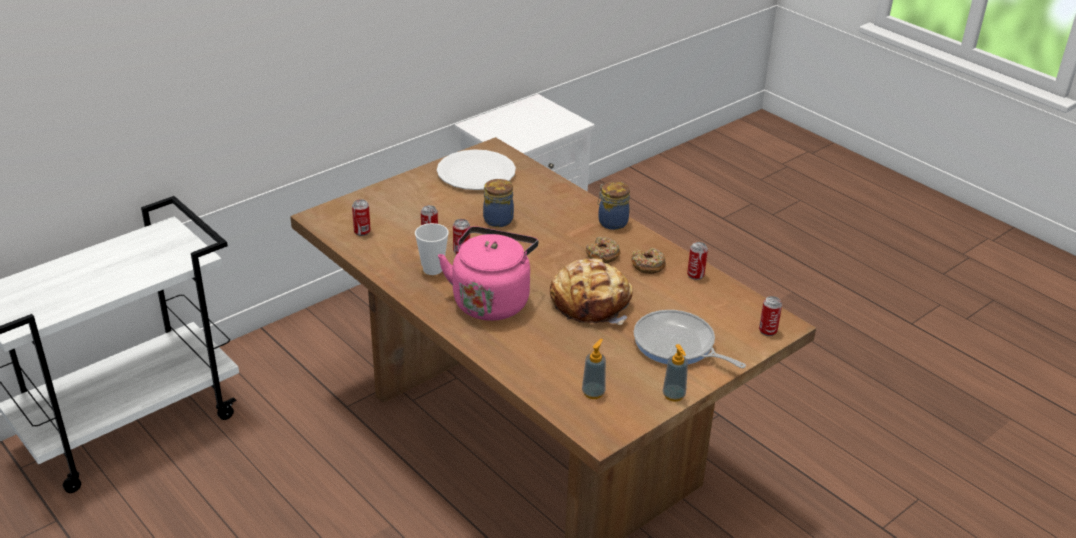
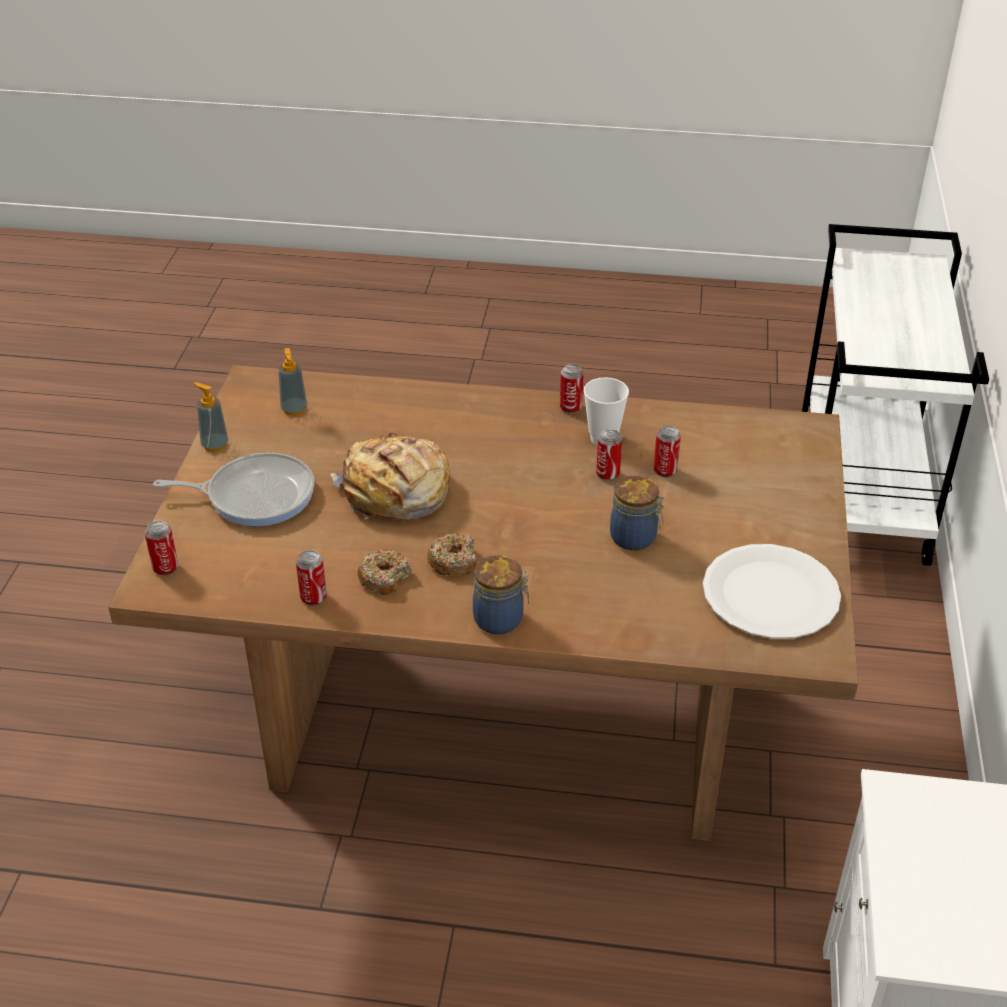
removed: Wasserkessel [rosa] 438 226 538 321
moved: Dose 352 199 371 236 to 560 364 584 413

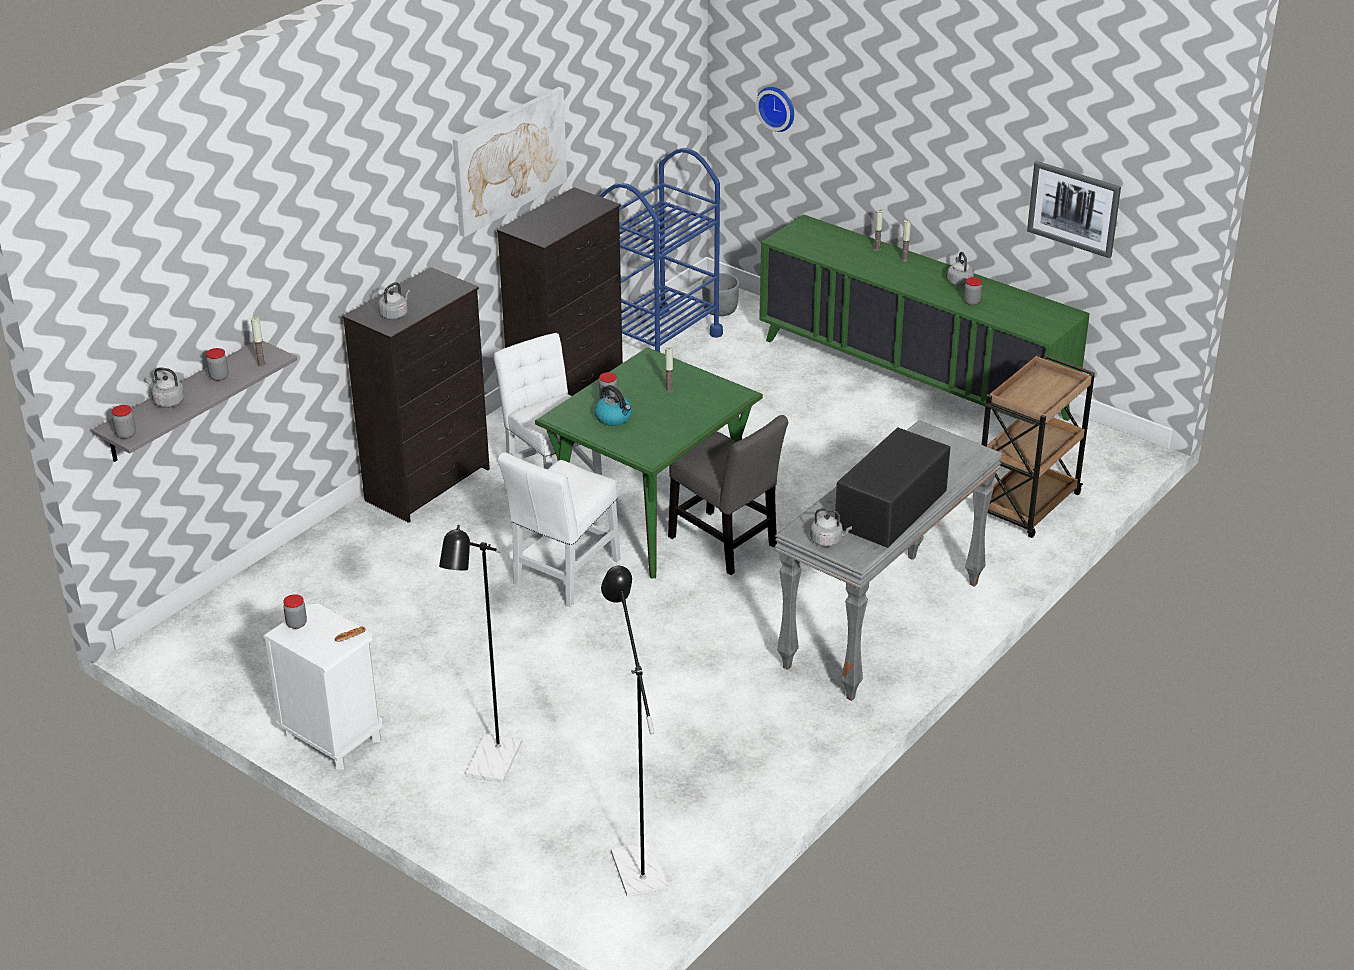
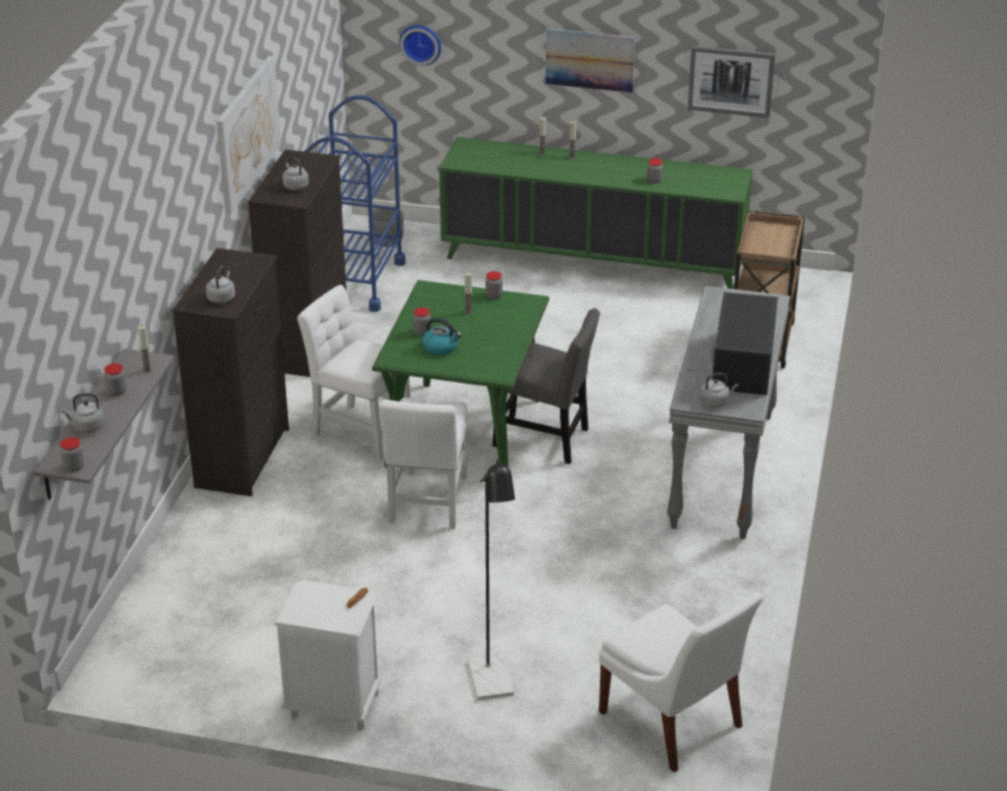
added: Bild 546 29 635 93
moved: Vorratsglas 283 594 307 629 to 486 271 502 299; Wasserkessel [grau] 947 252 974 286 to 282 156 309 190
replaced: Stehlampe [schwarz] 601 566 668 897 to Stuhl [weiß] 599 592 763 772

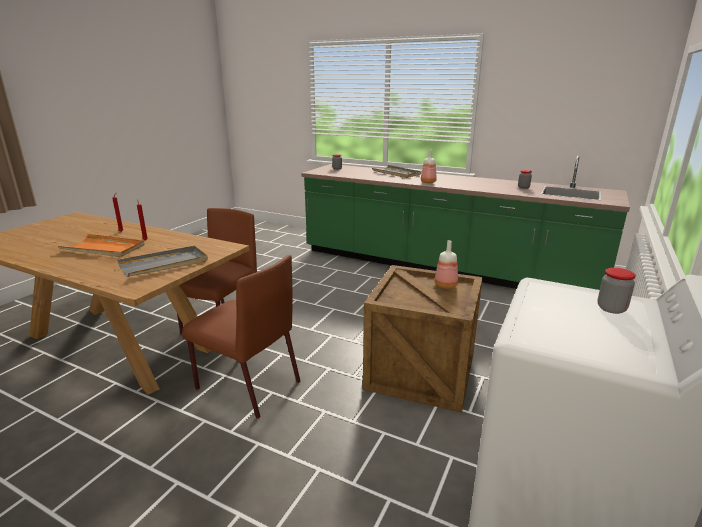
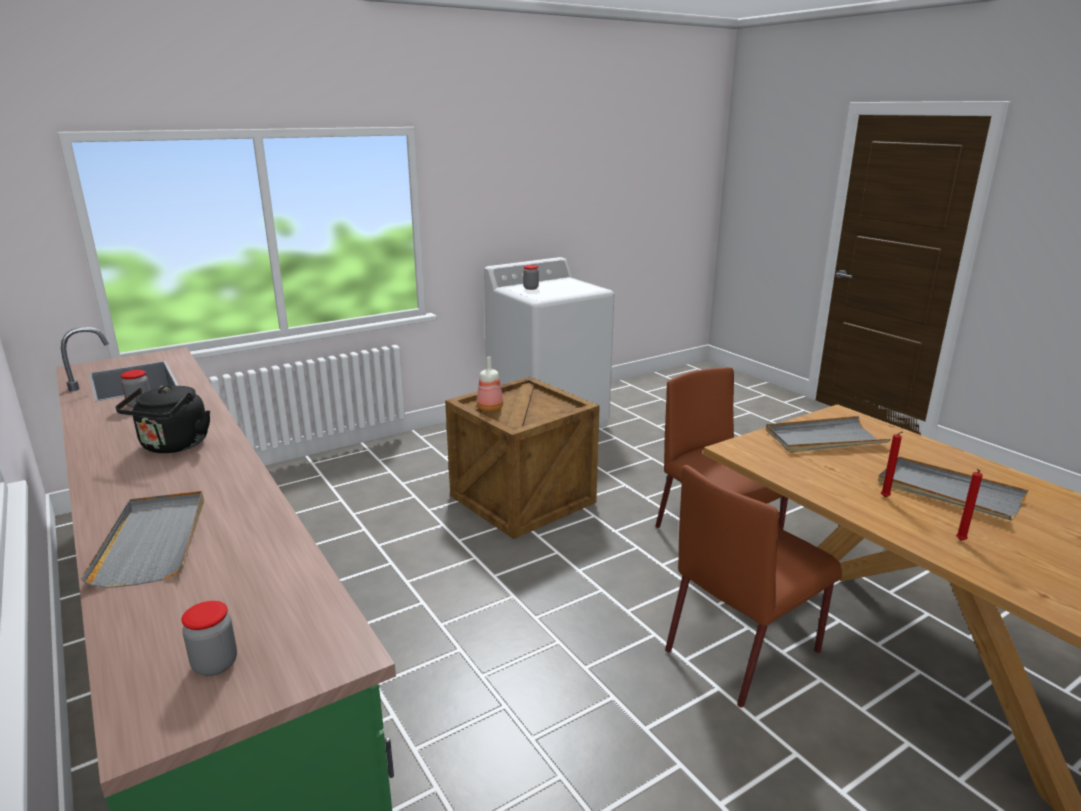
removed: Flasche 421 150 437 183
added: Wasserkessel [schwarz] 115 385 210 453
recoloured: Tablett [orange] 57 234 144 257 to Tablett [grau] 878 456 1028 520

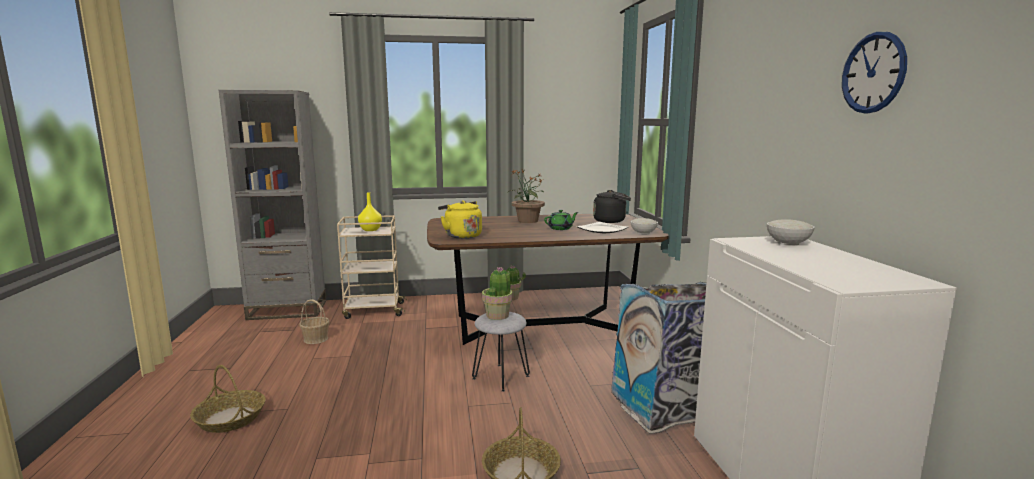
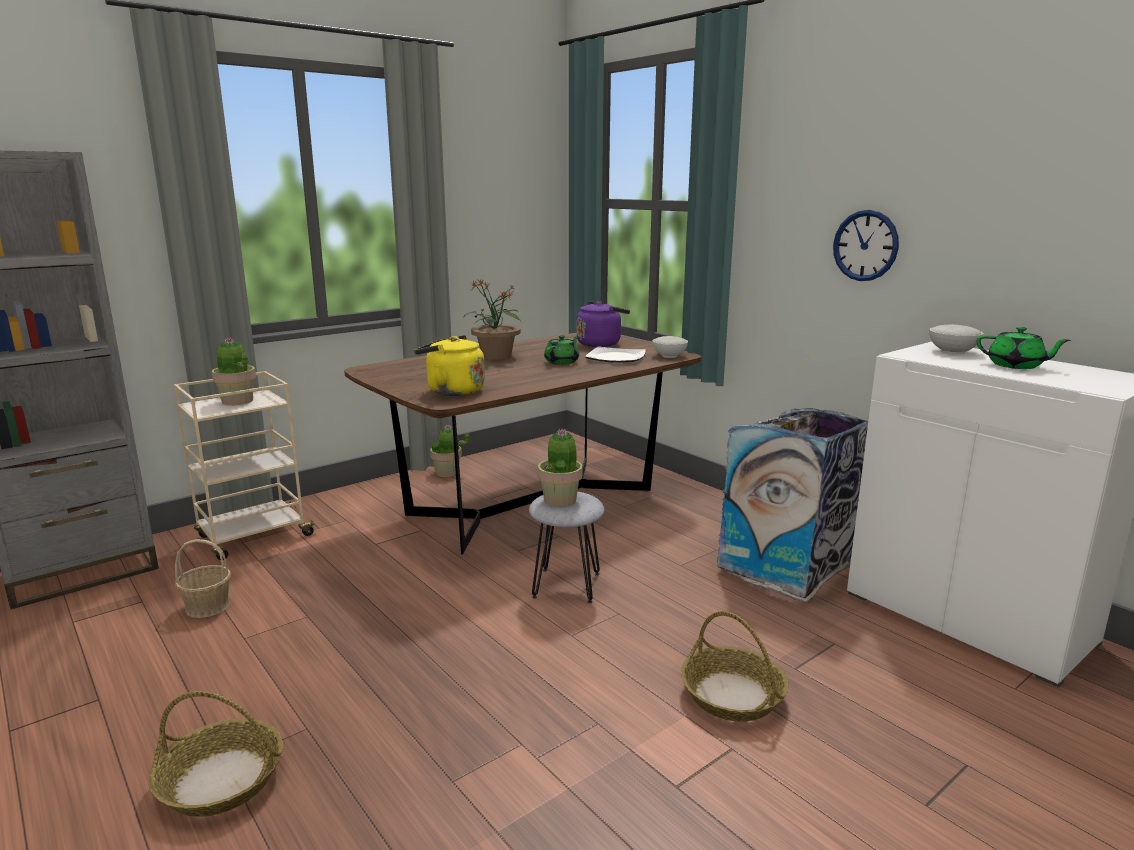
added: Teekanne [grün] 976 327 1071 369
moved: Wanduhr 842 32 907 114 to 833 210 899 281
replaced: Vase [gelb] 358 192 382 231 to Topfpflanze 212 337 256 405
recoloured: Wasserkessel [schwarz] 593 190 631 223 to Wasserkessel [lila] 576 301 630 347

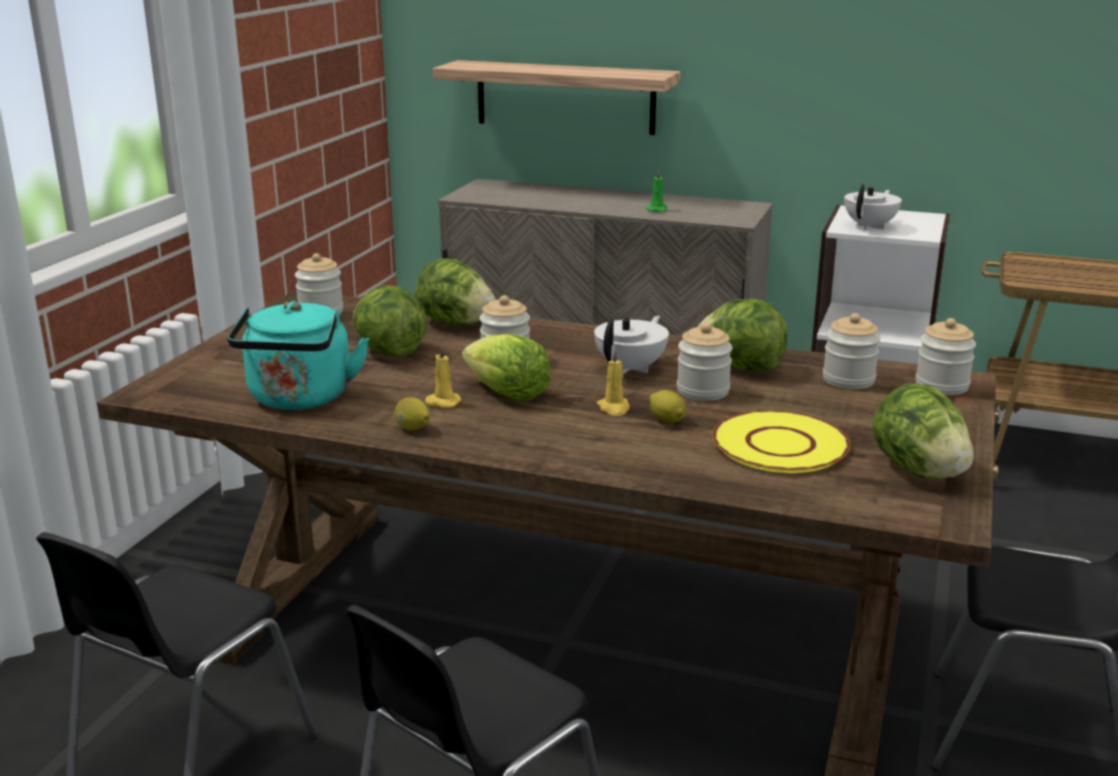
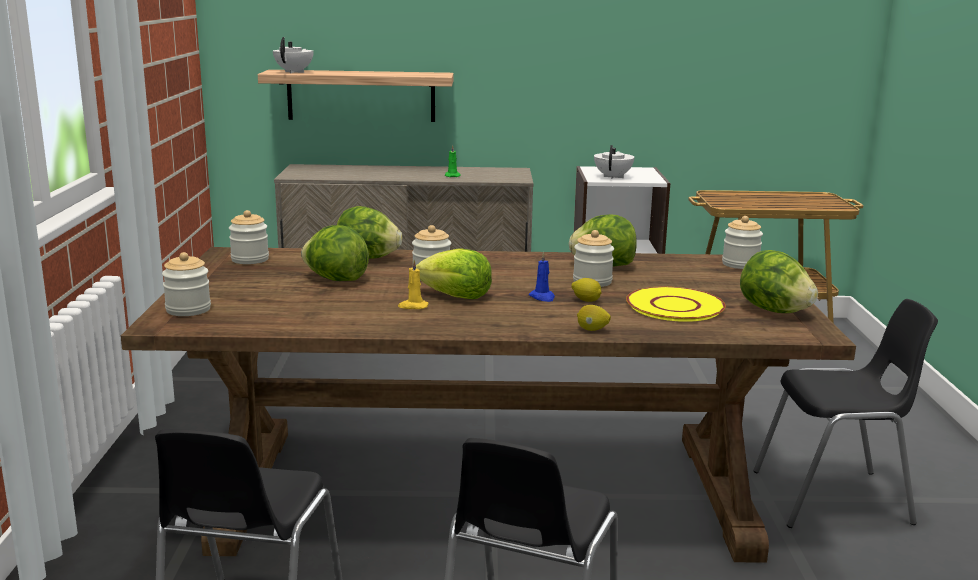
removed: Wasserkessel [türkis] 227 301 369 410
moved: Zitrone 395 397 430 430 to 577 305 611 331; Teekanne [weiß] 594 315 669 374 to 273 37 314 73; Vorratsglas 823 313 880 389 to 162 252 211 316
recoloured: Kerze [gelb] 597 349 630 416 to Kerze [blau] 529 252 555 302

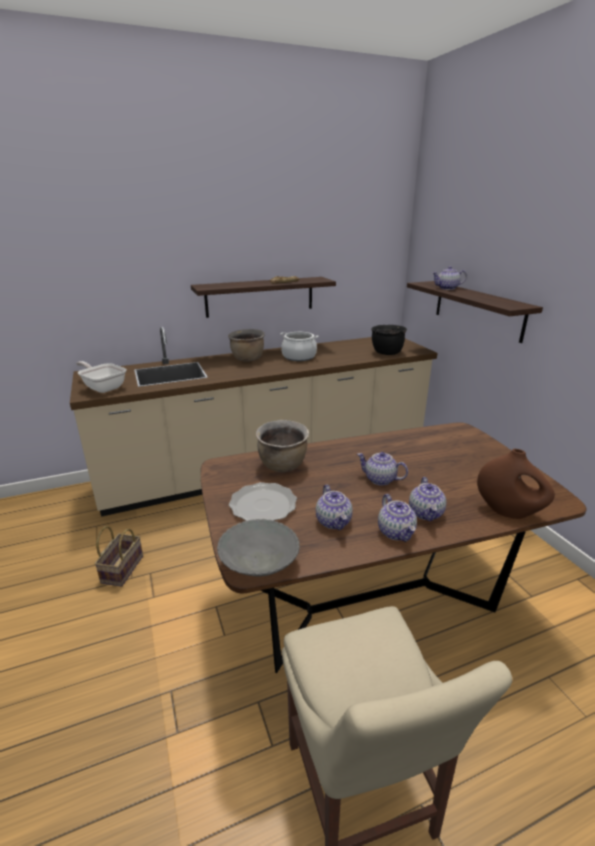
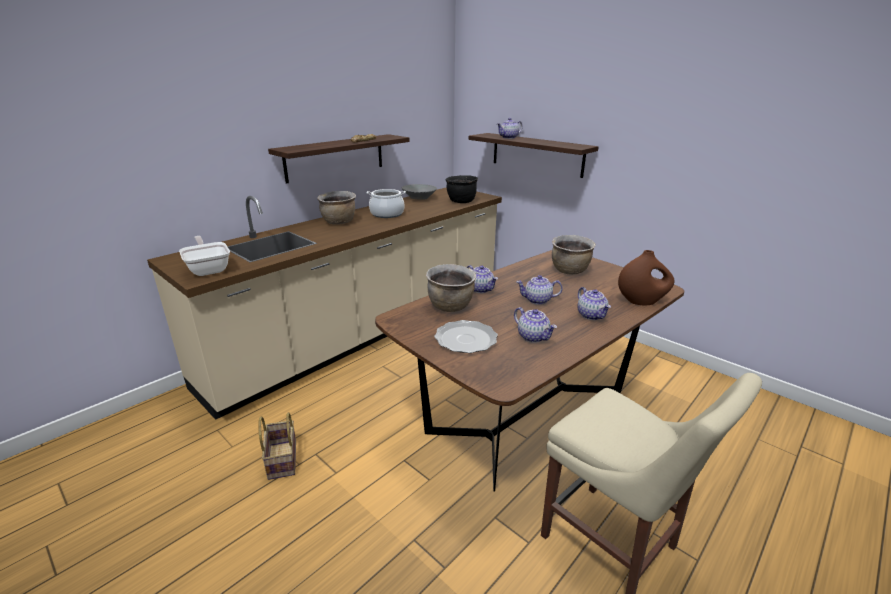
added: Kochtopf [braun] 552 235 596 274
moved: Schüssel [grau] 217 519 300 577 to 402 184 437 200; Teekanne 378 494 417 542 to 467 265 498 293
turned: Pfanne 76 361 126 393 = 179 236 230 276 45 degrees clockwise

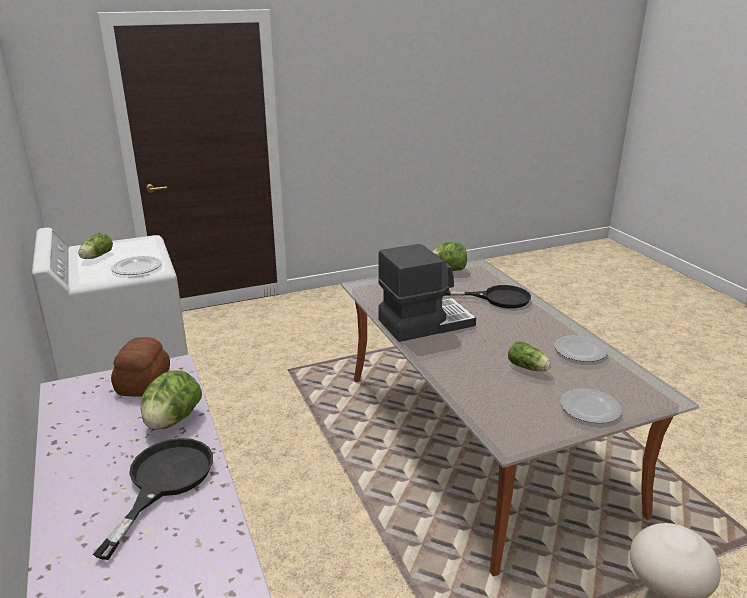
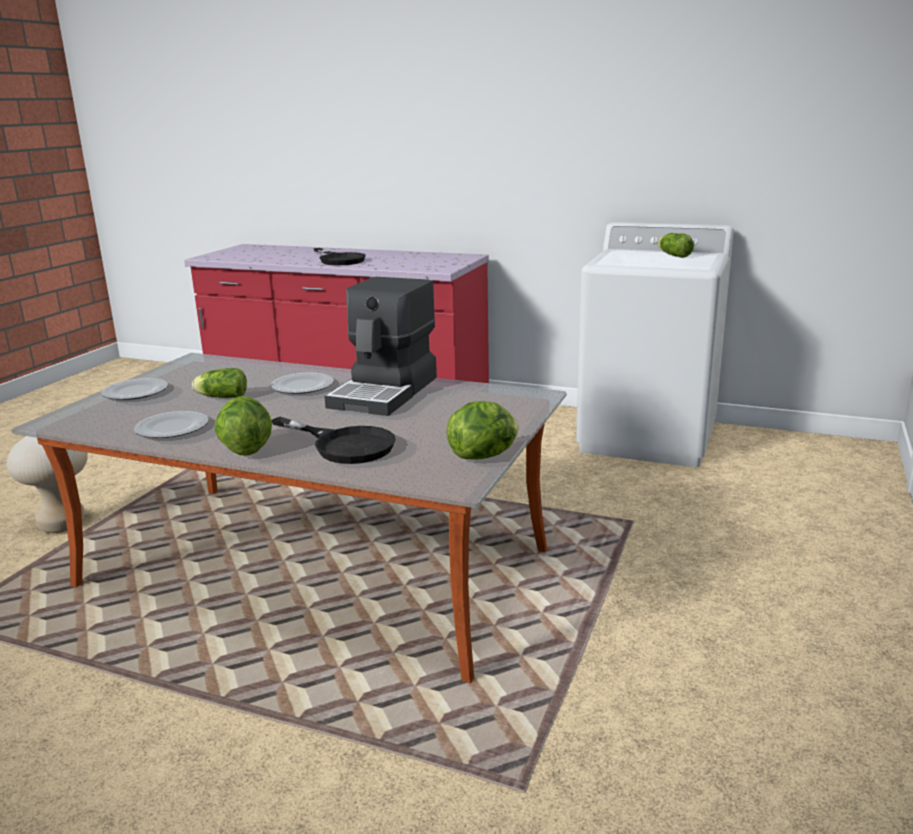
removed: Brot 111 337 170 396
moved: Teller 111 255 162 275 to 270 372 334 394; Salatkopf 141 371 202 430 to 215 396 272 456
turned: Pfanne [schwarz] 444 285 531 309 = 272 417 396 464 105 degrees counterclockwise

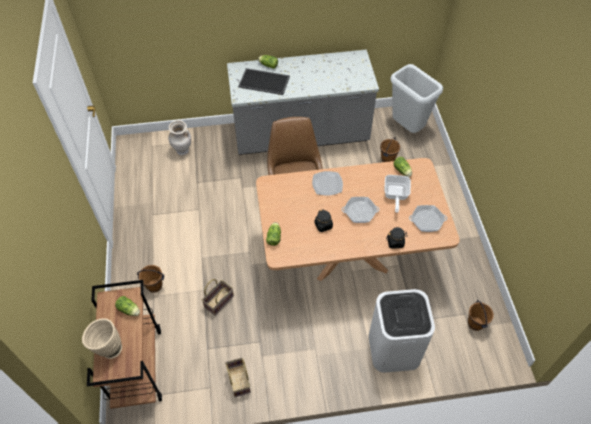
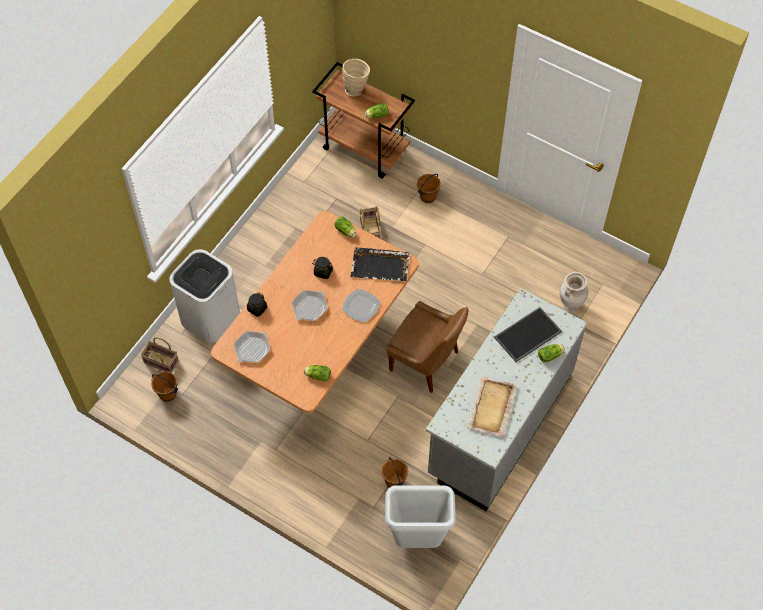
removed: Pfanne 384 175 411 213
added: Tablett [schwarz] 350 247 410 281; Tablett [beige] 467 376 517 437
moved: Korb 225 358 251 397 to 141 337 179 373

